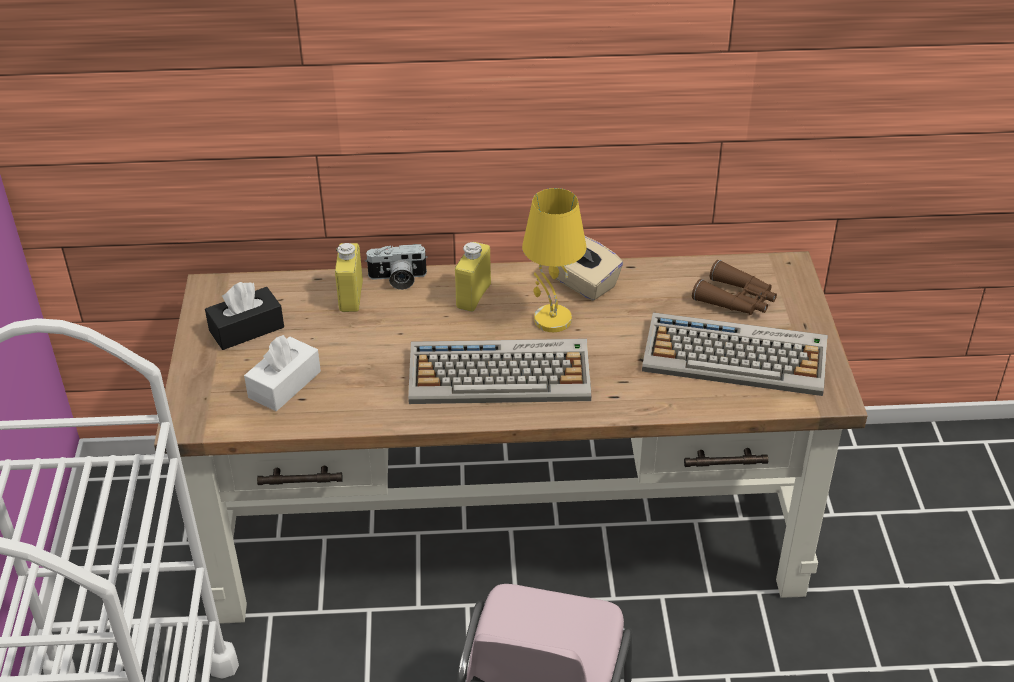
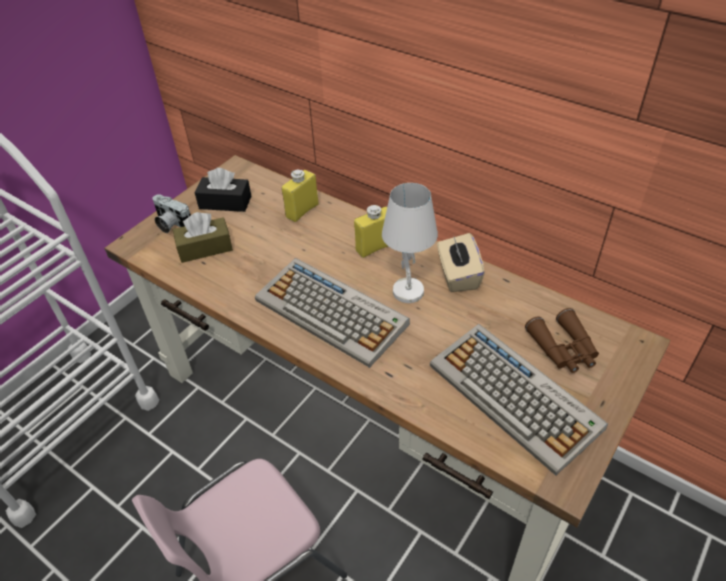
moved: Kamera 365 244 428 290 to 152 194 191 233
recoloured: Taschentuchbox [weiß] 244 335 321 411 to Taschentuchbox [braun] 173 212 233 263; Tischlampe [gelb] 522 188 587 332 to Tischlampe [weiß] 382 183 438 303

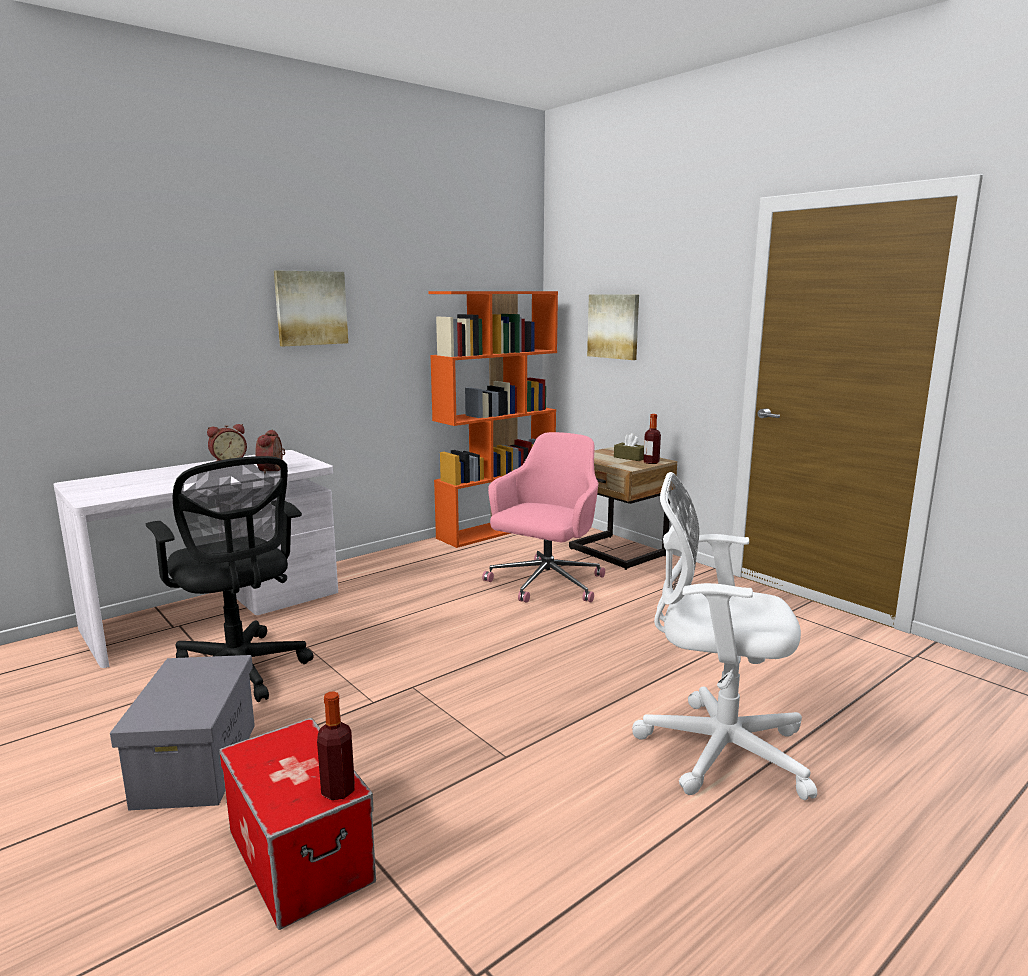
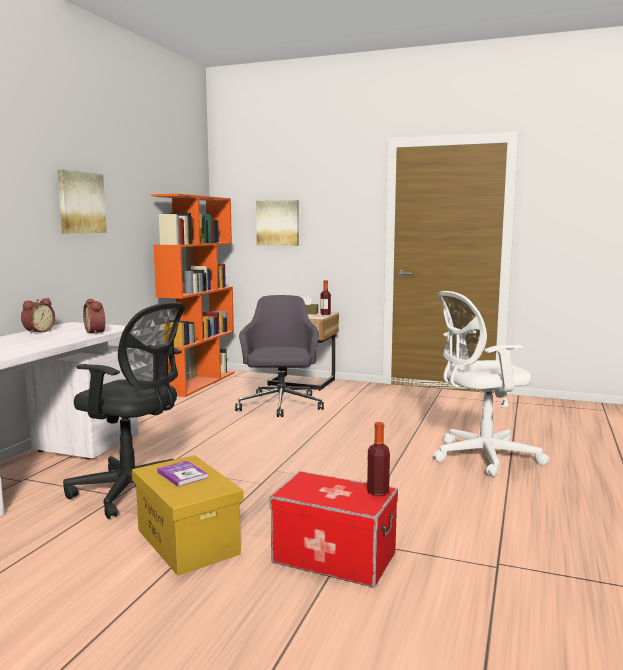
added: Buch 157 460 208 487
recoloured: Aufbewahrungsbox [grau] 110 655 255 811 to Aufbewahrungsbox [gelb] 132 455 243 576; Bürostuhl [rosa] 482 432 605 603 to Bürostuhl [grau] 235 295 324 417

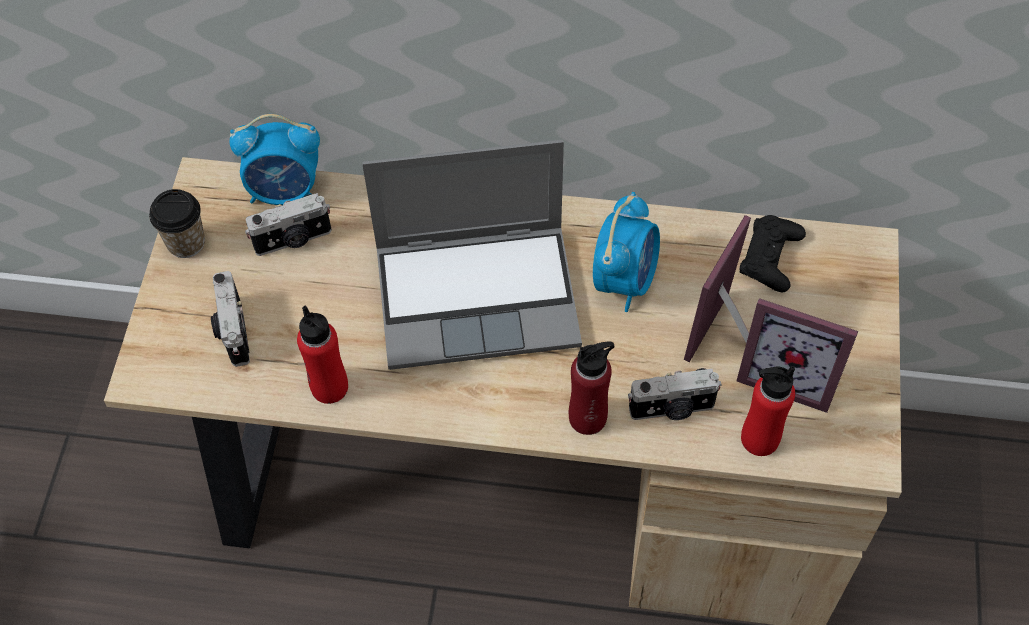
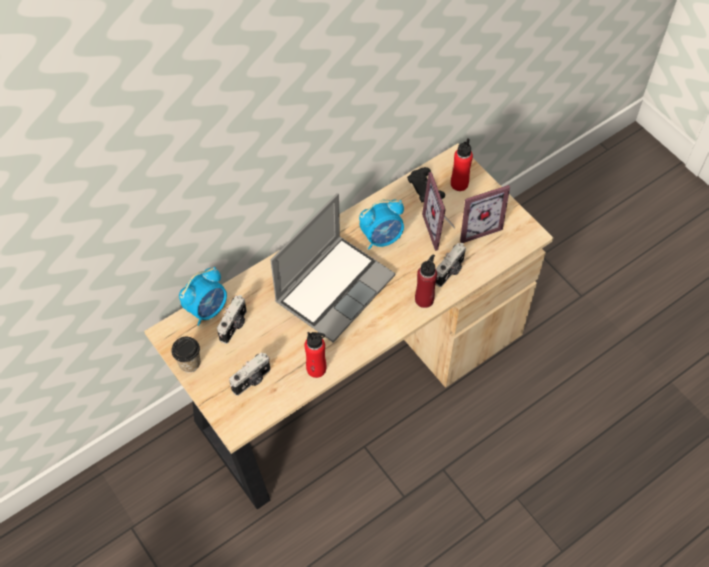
moved: Flasche [rot] 741 366 795 456 to 451 138 473 191
turned: Kamera 211 271 250 367 = 229 352 270 396 75 degrees counterclockwise; Wecker 593 192 660 312 = 359 199 404 249 90 degrees clockwise

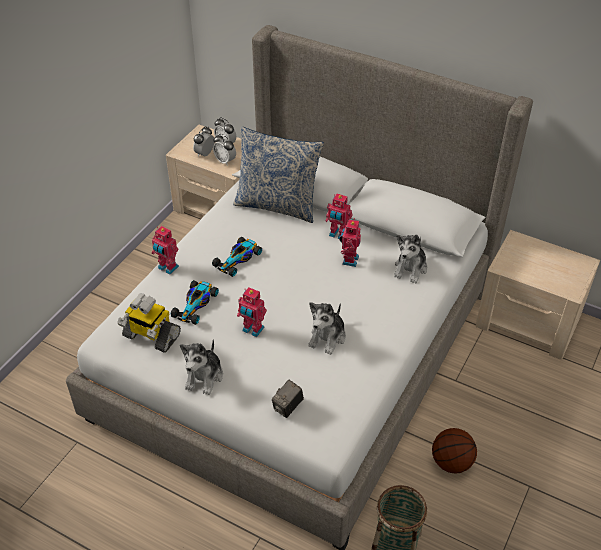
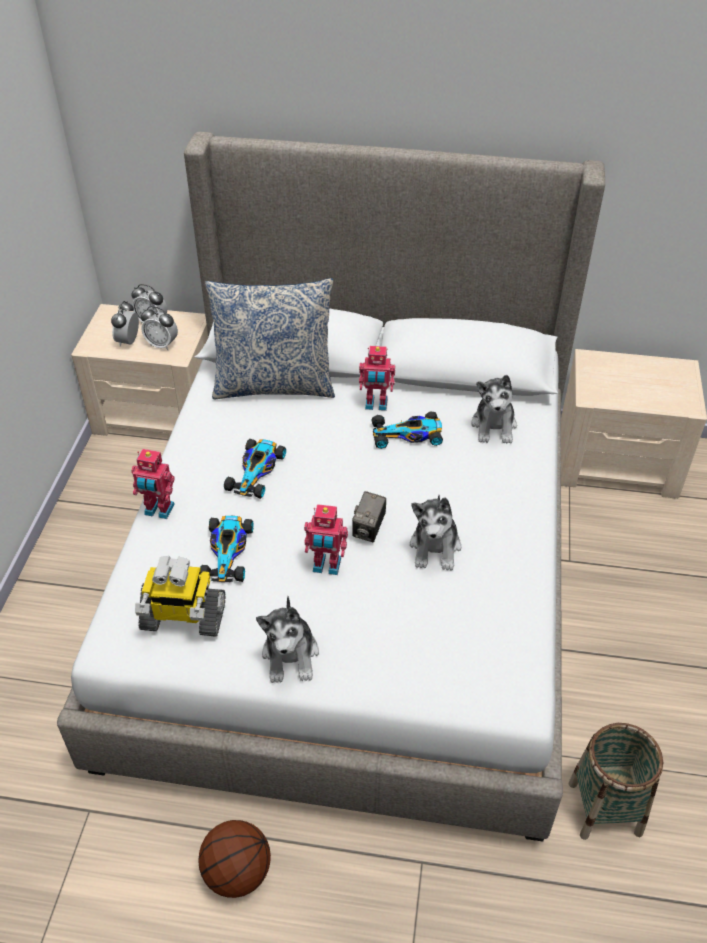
moved: Kamera 272 380 304 418 to 352 491 386 542; Basketball 432 428 477 473 to 198 820 271 898
replaced: Spielzeugroboter 340 218 361 267 to Spielzeugauto 372 411 443 449

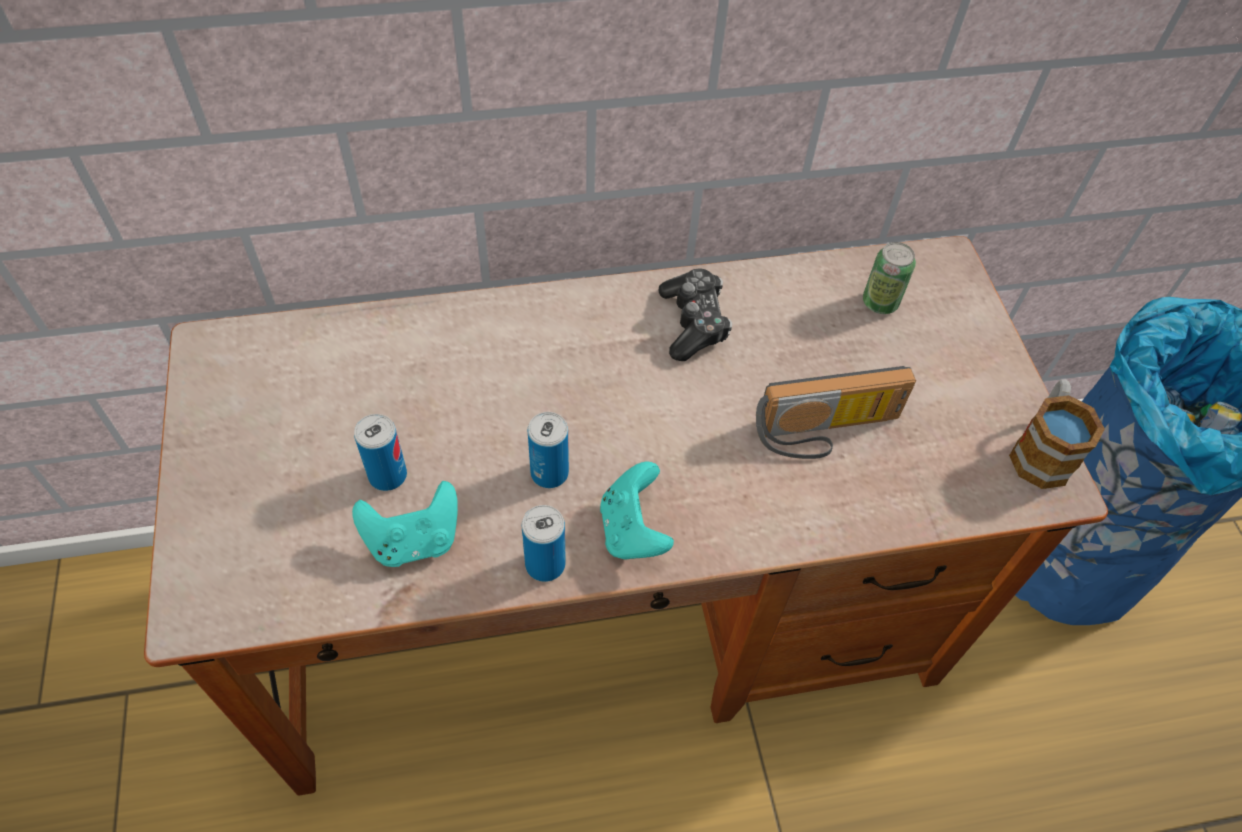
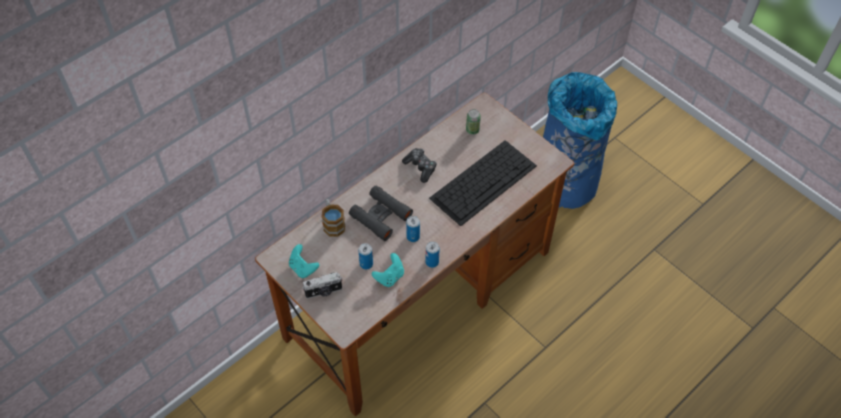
added: Kamera 302 272 342 299; Fernglas [schwarz] 349 186 413 241
moved: Gamepad [türkis] 600 462 674 559 to 289 244 319 278; Henkelbecher 1009 379 1105 489 to 322 199 345 237
replaced: Radio 756 366 916 459 to Tastatur 429 140 537 226

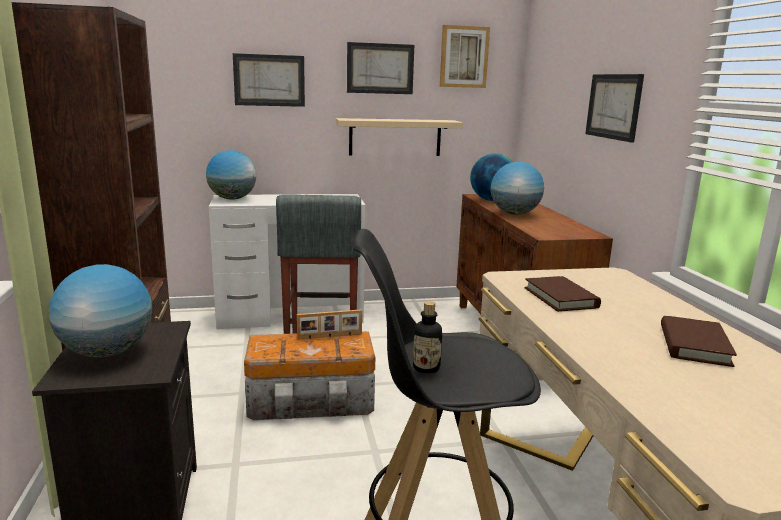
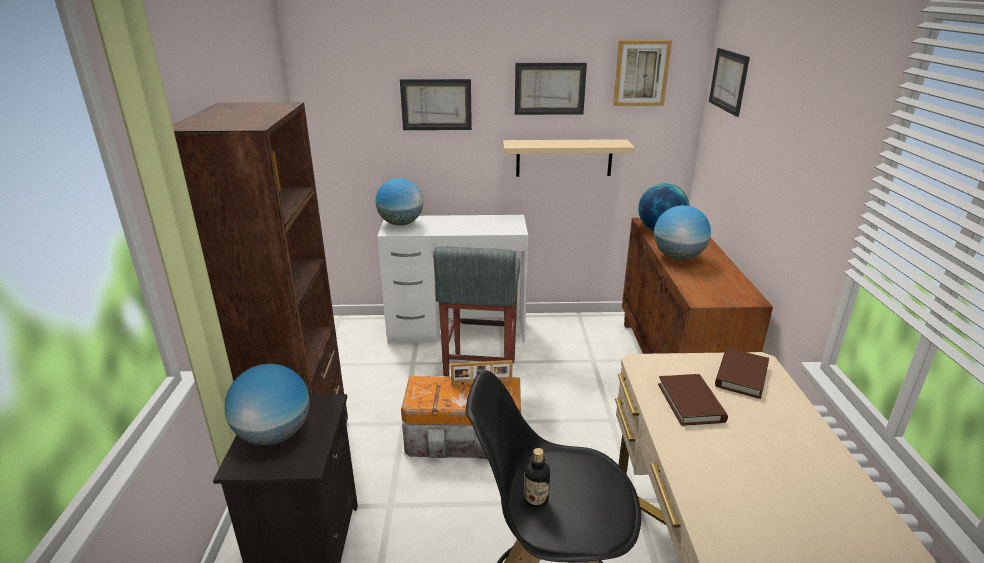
moved: Bild 585 74 644 143 to 709 48 750 117; Buch [braun] 661 316 737 367 to 715 348 769 399

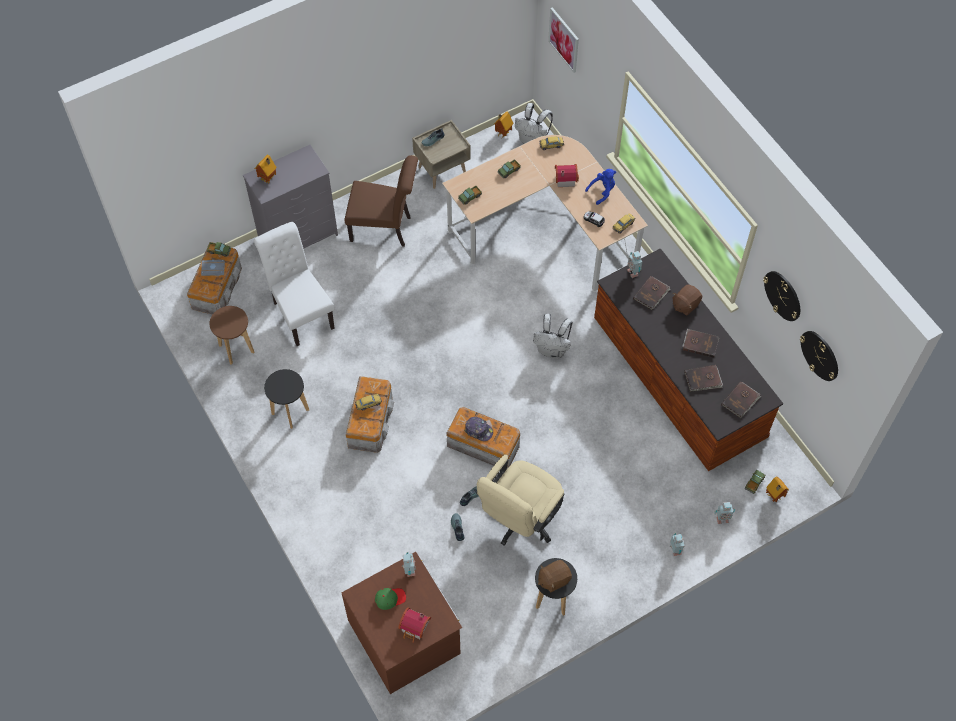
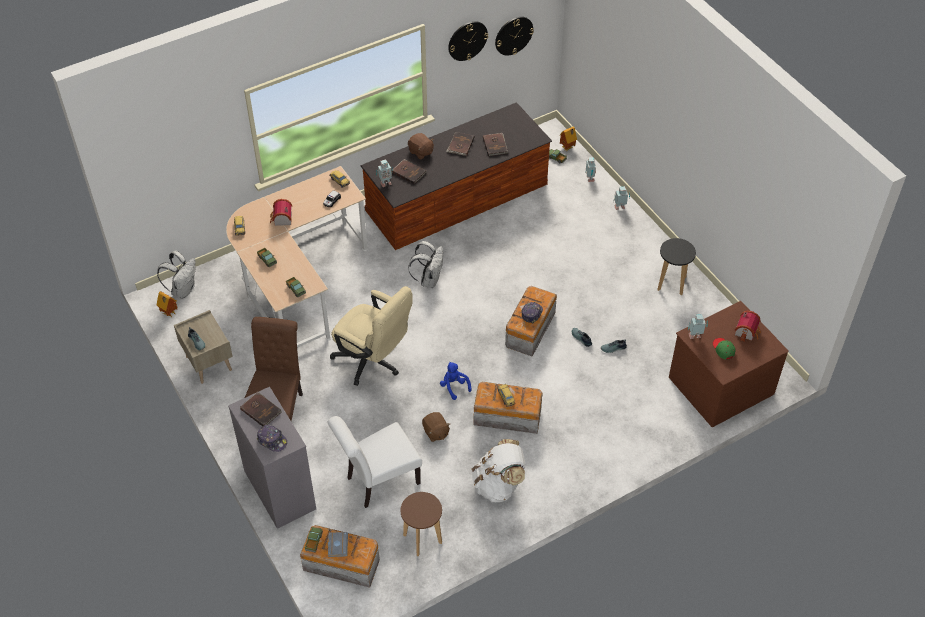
removed: Bild 548 7 579 73
moved: Bürostuhl [beige] 476 455 564 545 to 330 286 412 386; Plüschtier [braun] 538 560 572 592 to 422 412 450 442; Plüschtier [blau] 585 169 616 205 to 440 362 472 400; Buch [braun] 721 381 761 418 to 240 392 282 426
replaced: Spielzeughaus 255 155 277 184 to Kappe 257 425 287 452; Hocker [schwarz] 264 369 309 429 to Rucksack [weiß] 471 439 526 502

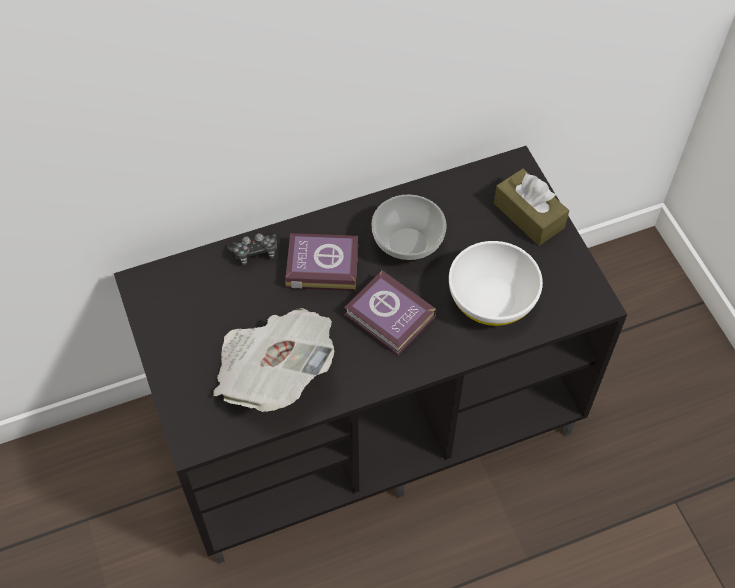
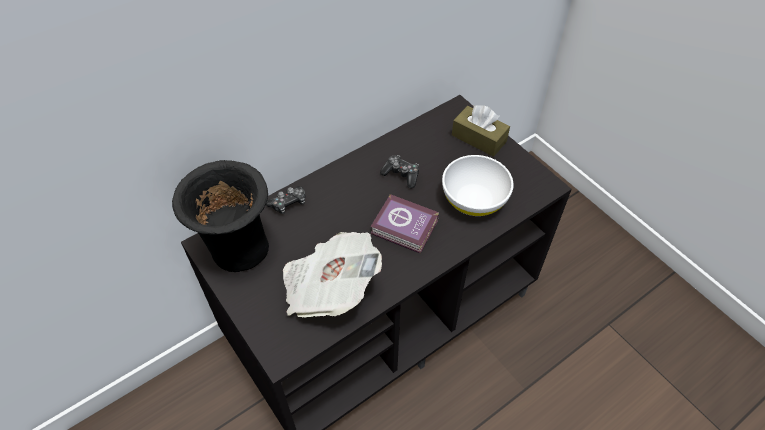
removed: Buch 285 233 358 291
added: Vase [schwarz] 172 160 269 272
replaced: Schüssel 371 194 447 262 to Gamepad 380 155 419 188

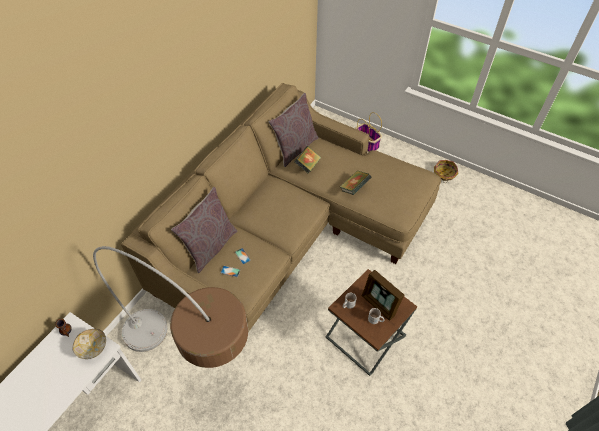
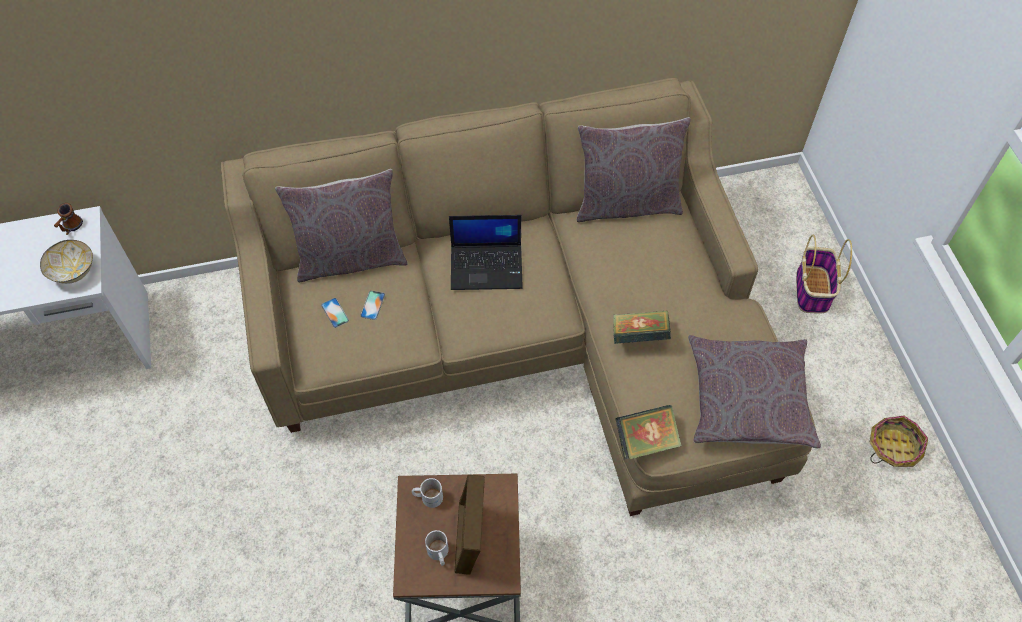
removed: Stehlampe 93 246 248 368
added: Laptop 449 215 523 290; Kissen [grau] 688 335 821 449
moved: Buch 294 146 321 173 to 615 405 682 460

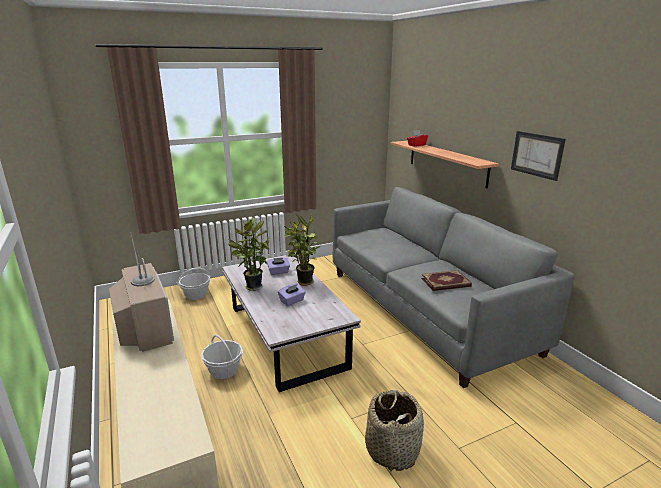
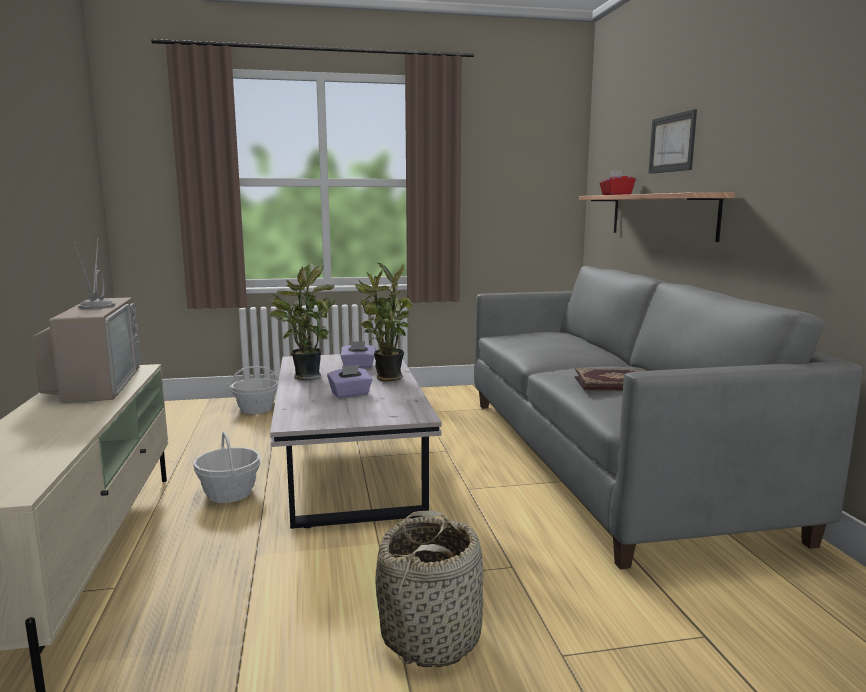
moved: Bild 511 131 566 181 to 648 109 697 174

